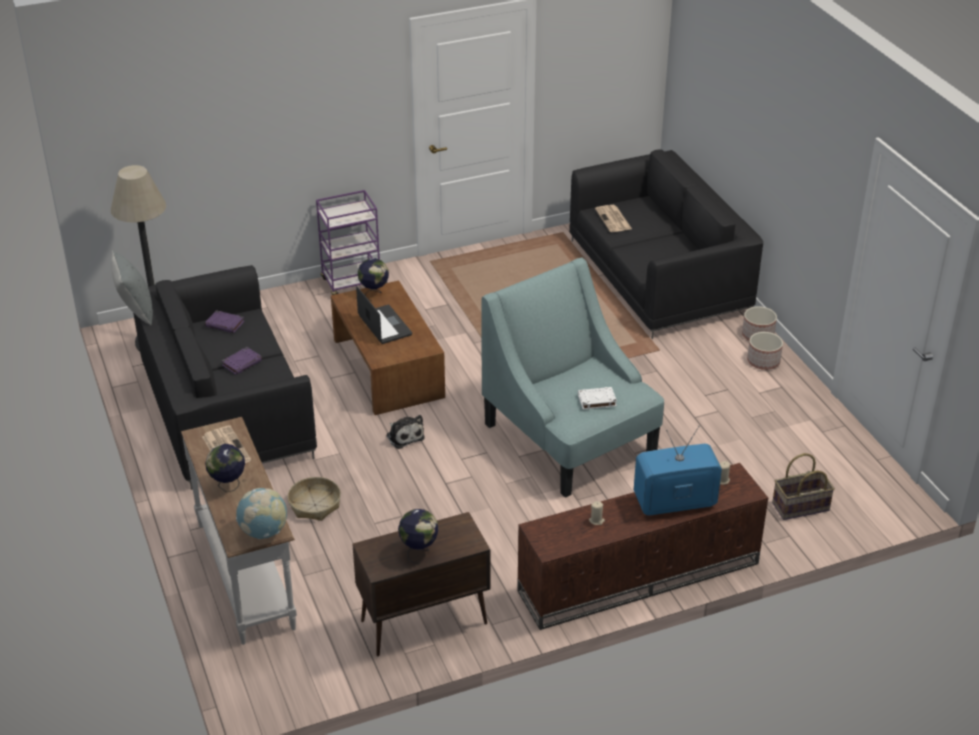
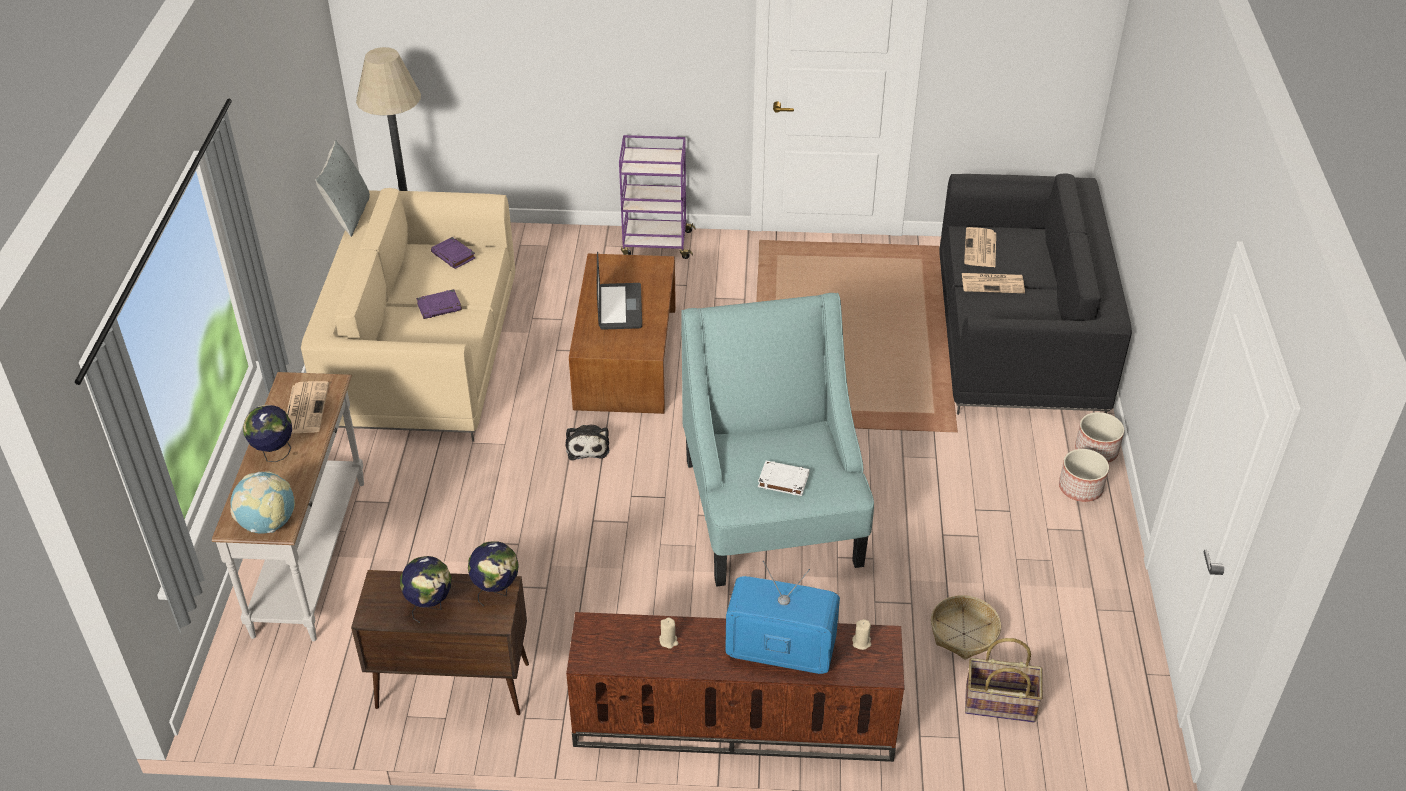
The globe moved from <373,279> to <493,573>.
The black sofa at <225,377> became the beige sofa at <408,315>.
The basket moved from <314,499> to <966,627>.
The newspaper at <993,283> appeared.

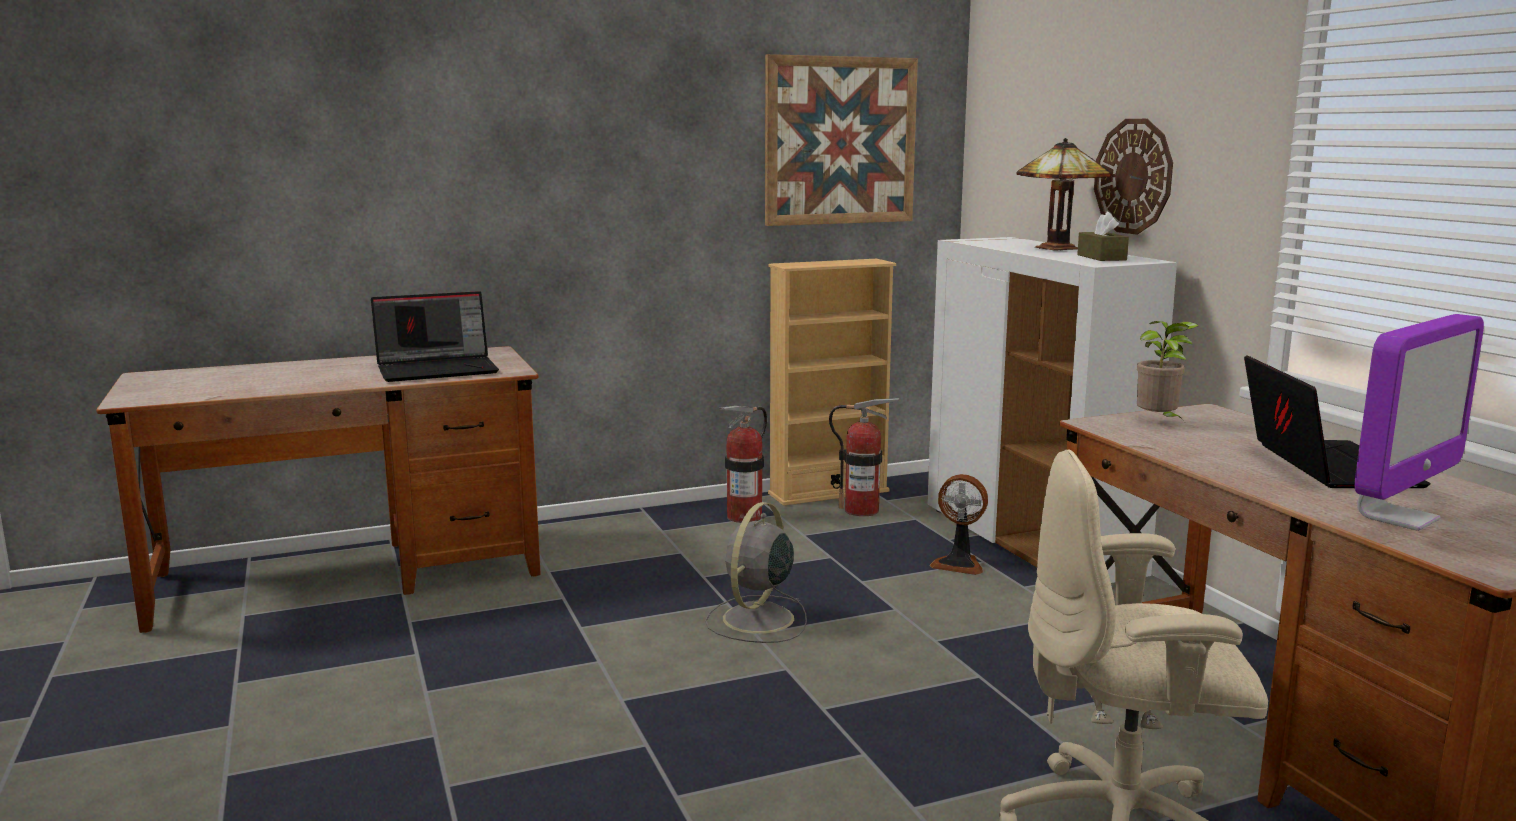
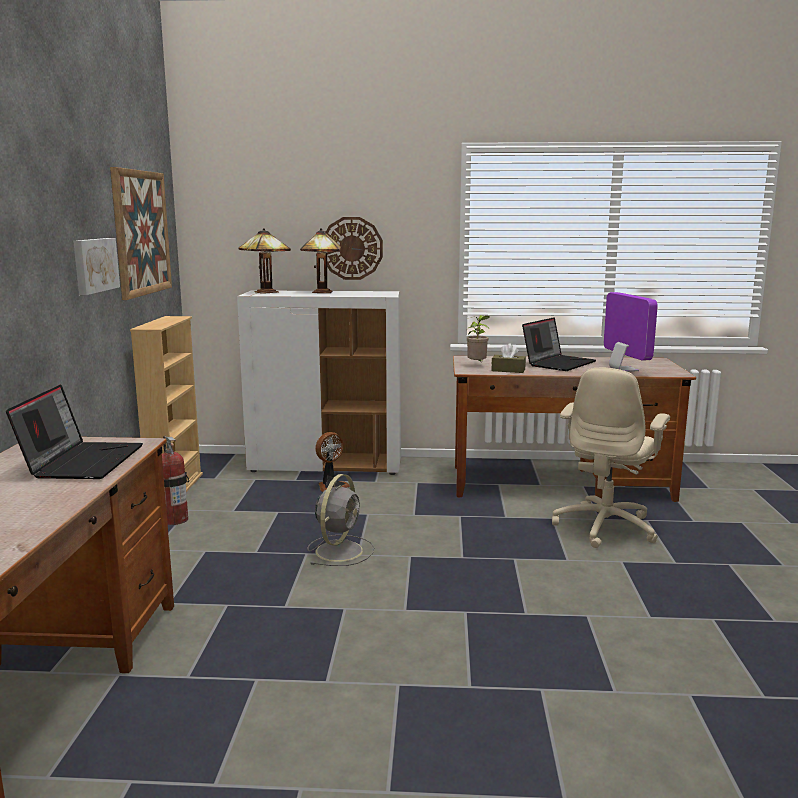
The brown tissue box moved from <1103,236> to <509,358>.
The laptop at <1337,421> turned 105 degrees clockwise.
The fire extinguisher at <864,457> disappeared.
The grey fan at <756,572> turned 120 degrees counterclockwise.
The table lamp at <265,261> appeared.
The picture at <96,266> appeared.

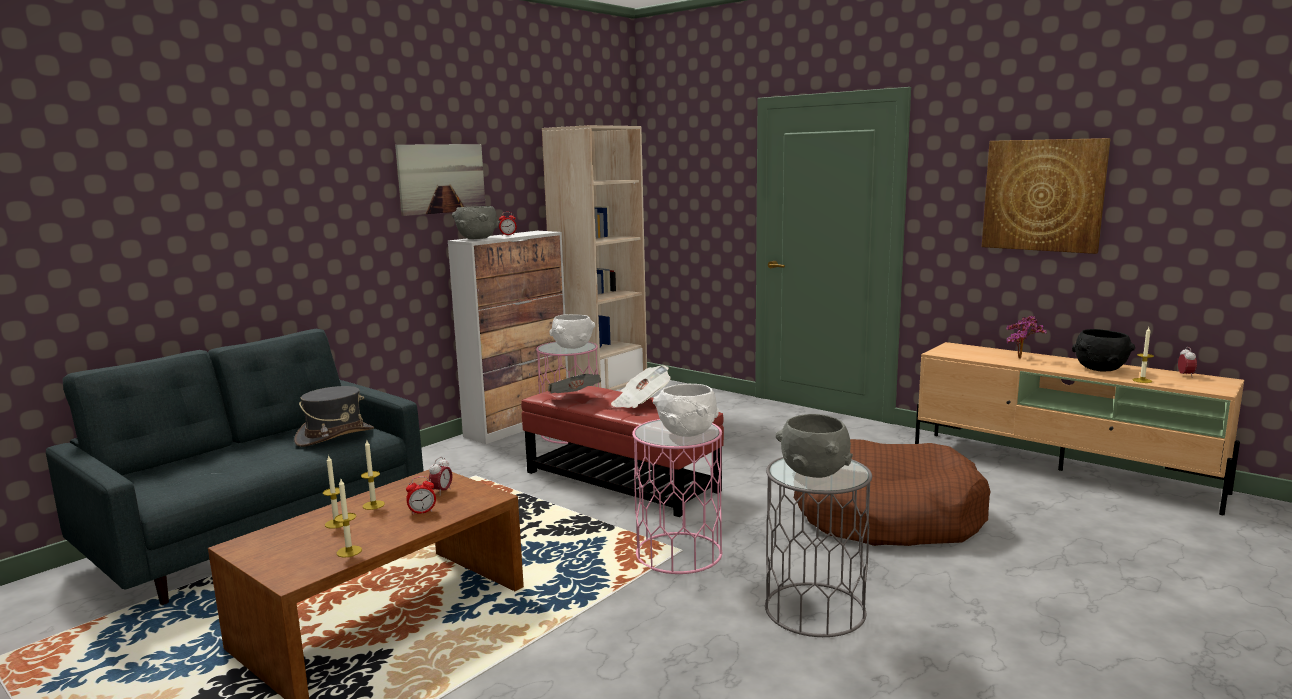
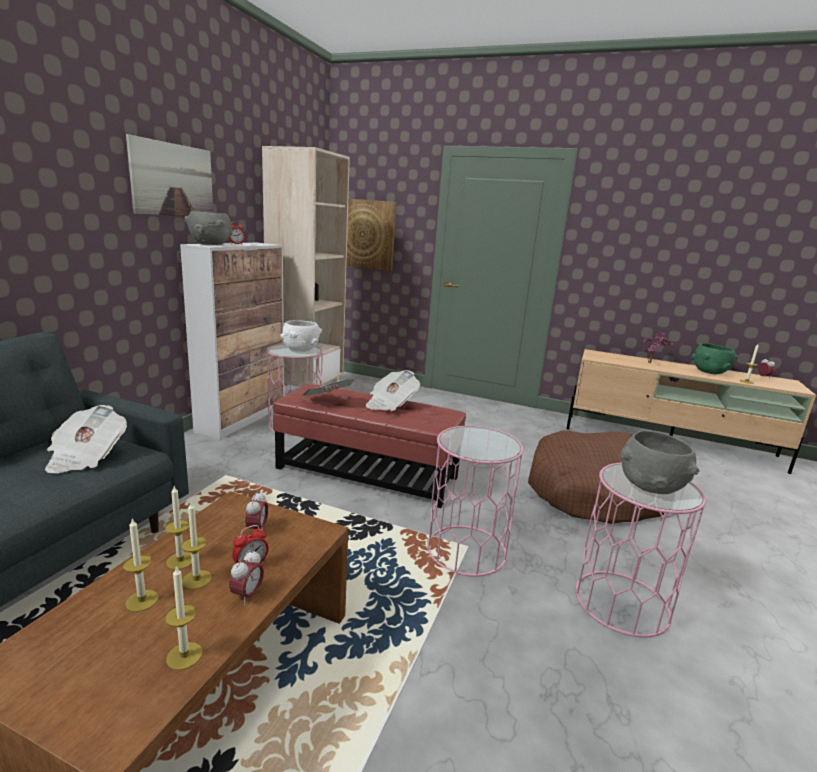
The picture moved from <1046,196> to <371,235>.
The black bowl at <1103,350> became the green bowl at <715,358>.
The white bowl at <686,410> disappeared.
The grey hat at <334,416> was replaced by the newspaper at <86,439>.
The grey side table at <818,547> became the pink side table at <640,550>.
The candle at <196,545> appeared.
The alarm clock at <246,577> appeared.

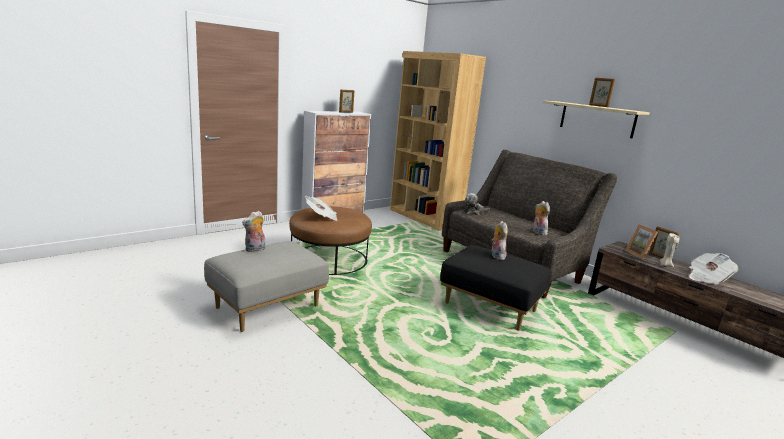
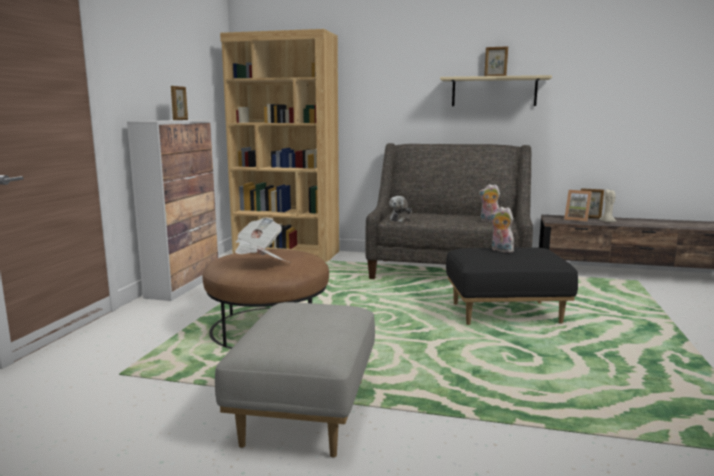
The plush toy at <253,231> disappeared.
The newspaper moved from <714,268> to <258,236>.

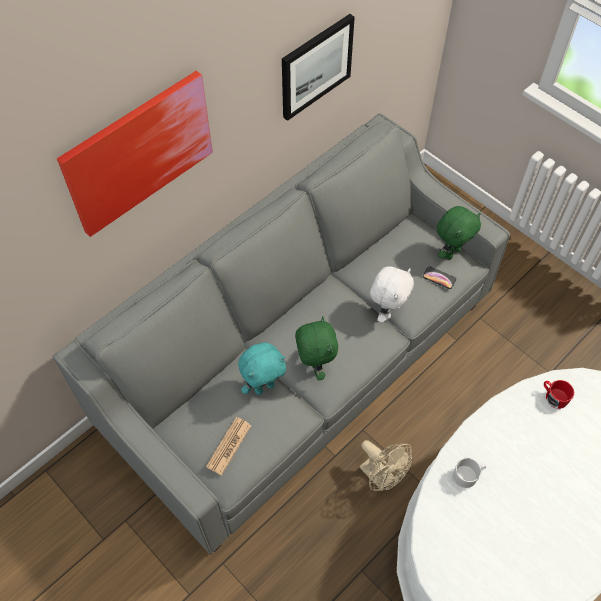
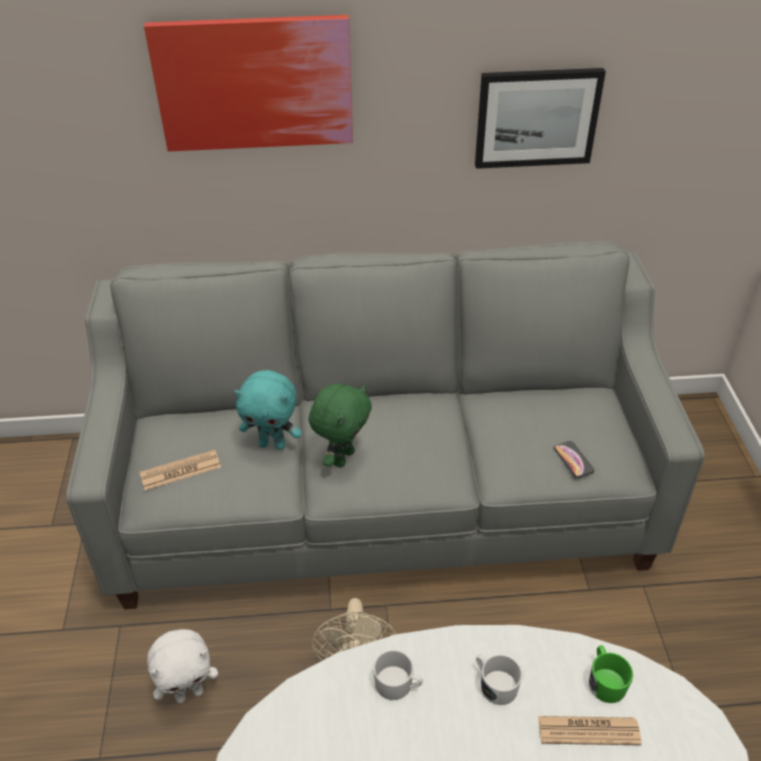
The green plush toy at <459,232> disappeared.
The white plush toy moved from <392,294> to <182,666>.
The red mug at <559,394> became the green mug at <611,674>.
The white mug at <499,679> appeared.
The newspaper at <590,730> appeared.

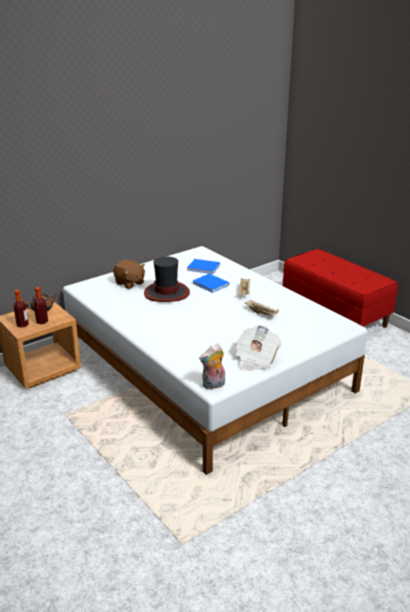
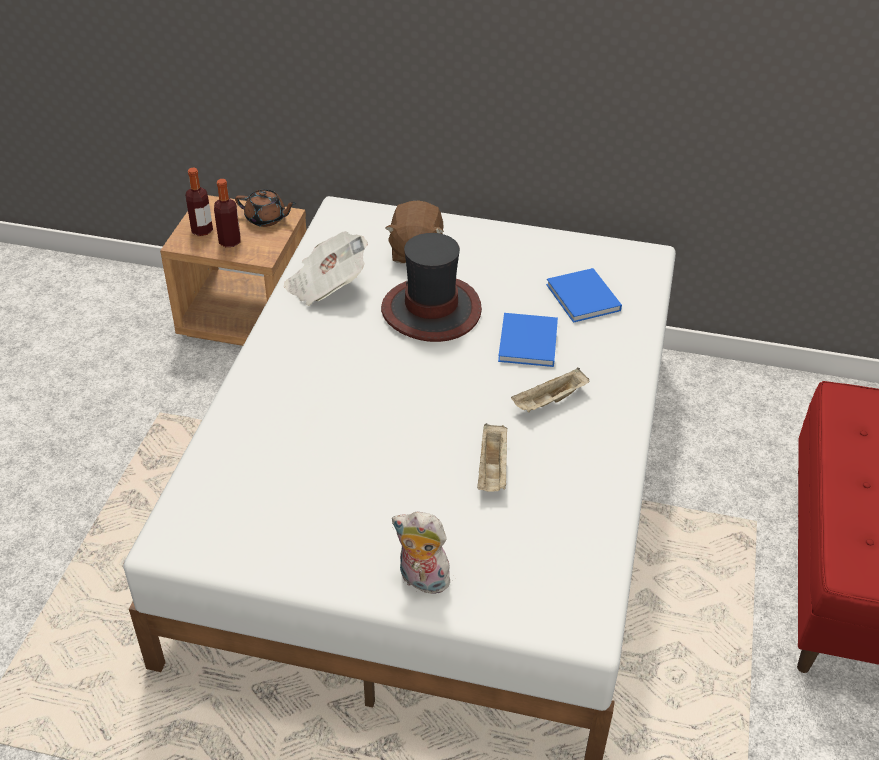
The newspaper moved from <258,348> to <326,268>.
The plush toy moved from <212,366> to <421,553>.

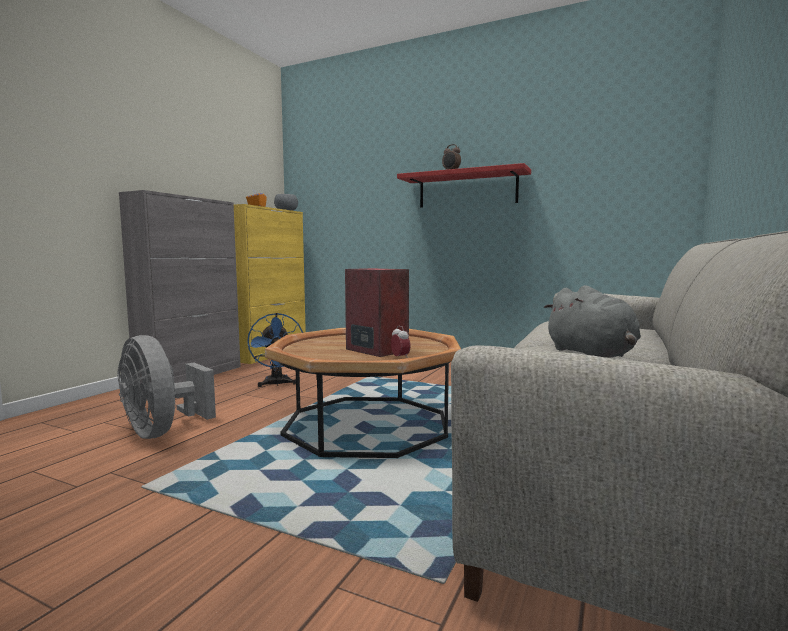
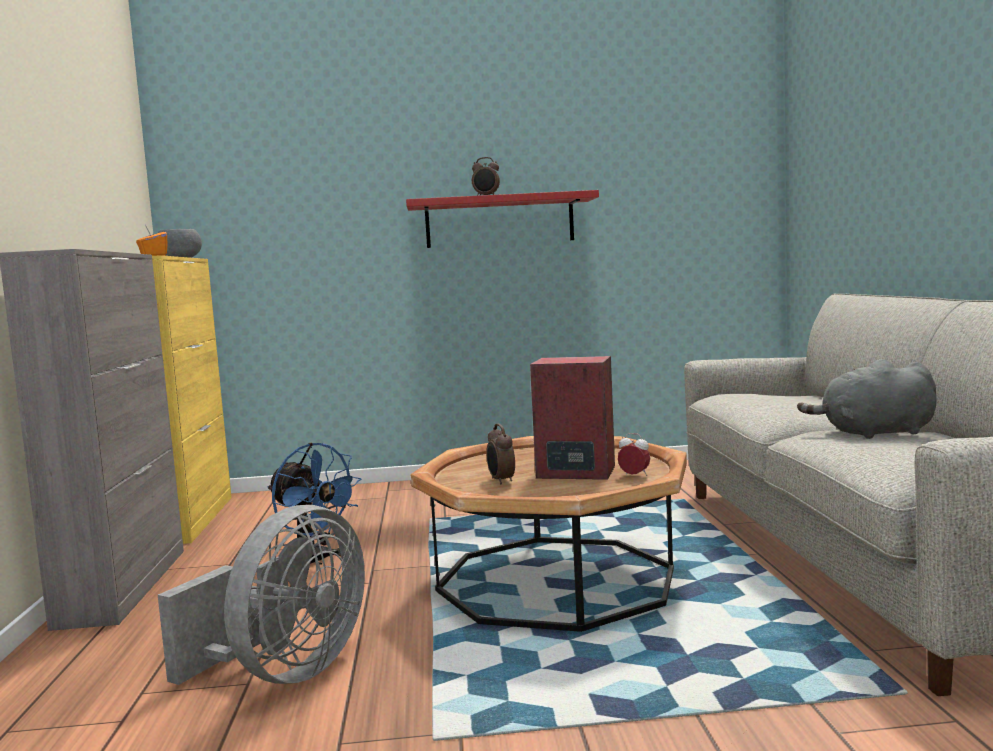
The grey plush toy at <592,321> turned 135 degrees clockwise.
The grey fan at <166,387> turned 75 degrees counterclockwise.
The alarm clock at <501,454> appeared.

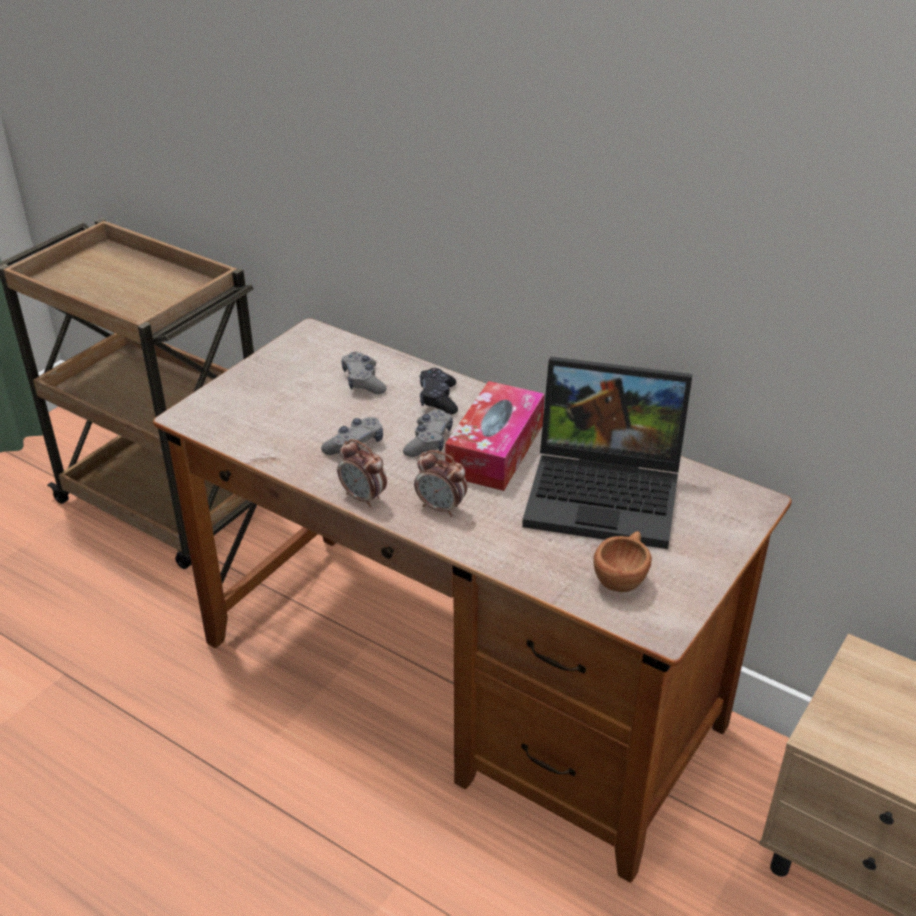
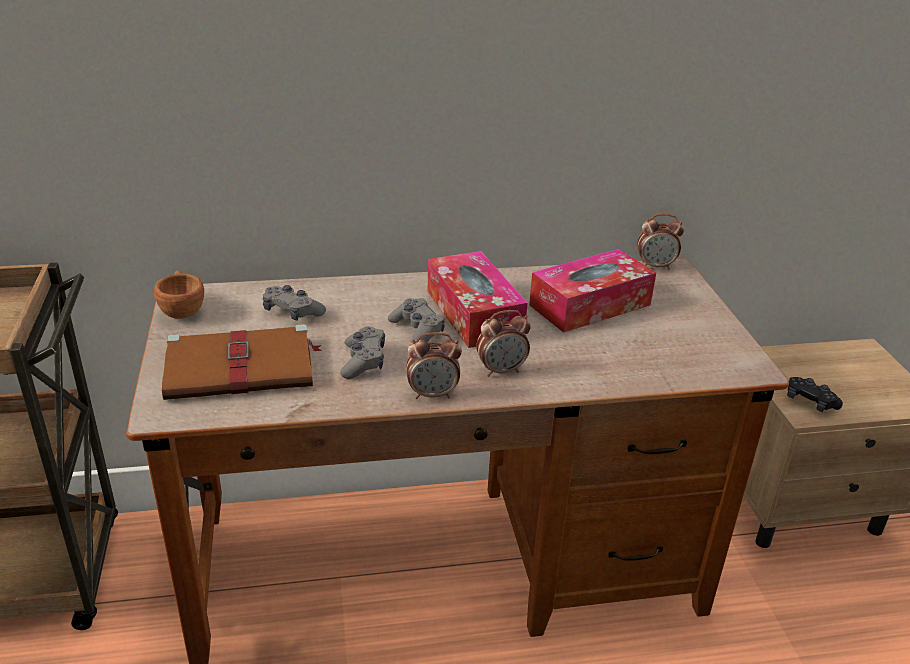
The laptop at <607,453> was replaced by the tissue box at <592,291>.
The black game controller moved from <439,391> to <815,394>.
The brown cup moved from <622,561> to <179,294>.
The alarm clock at <660,242> appeared.
The brown book at <242,362> appeared.

